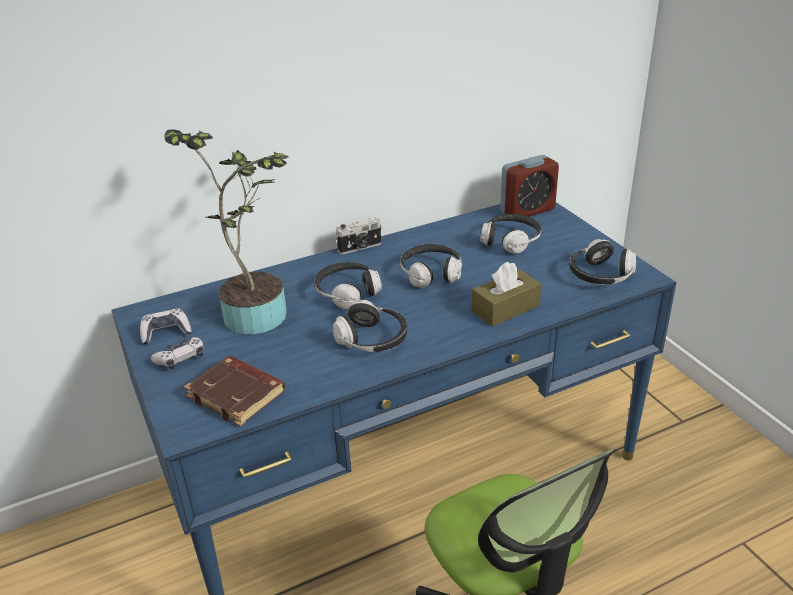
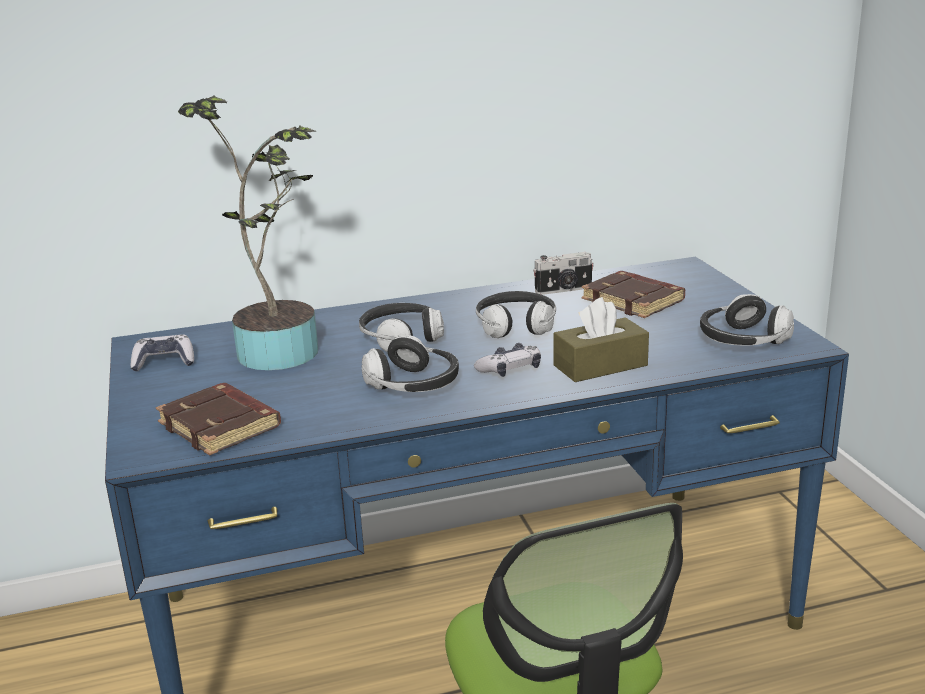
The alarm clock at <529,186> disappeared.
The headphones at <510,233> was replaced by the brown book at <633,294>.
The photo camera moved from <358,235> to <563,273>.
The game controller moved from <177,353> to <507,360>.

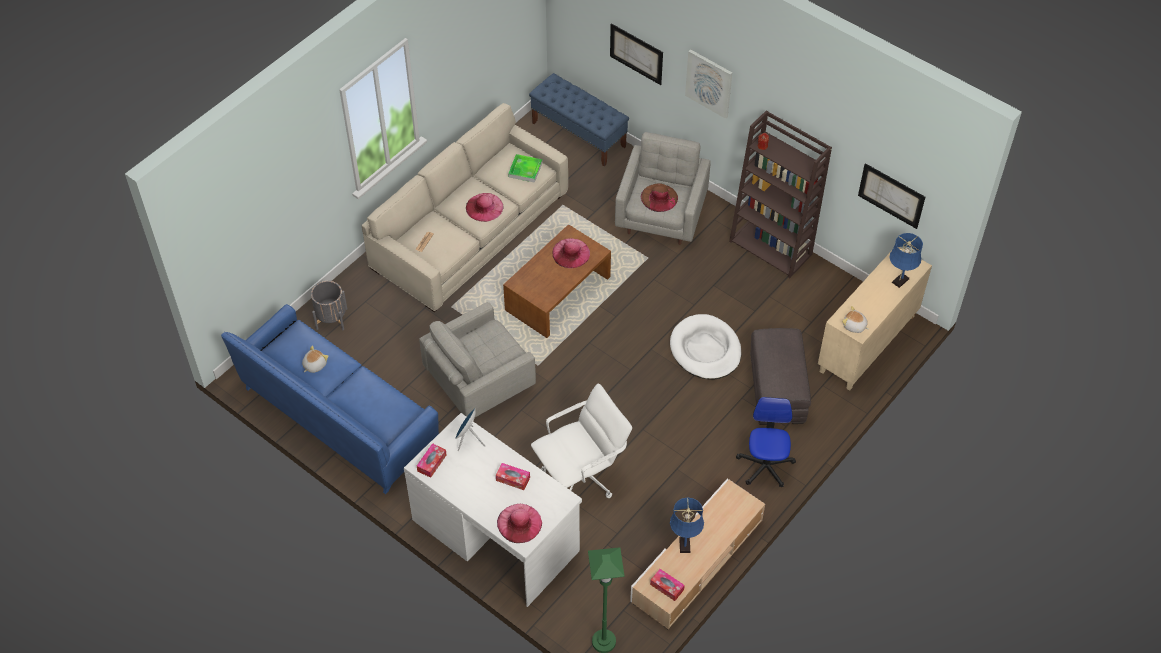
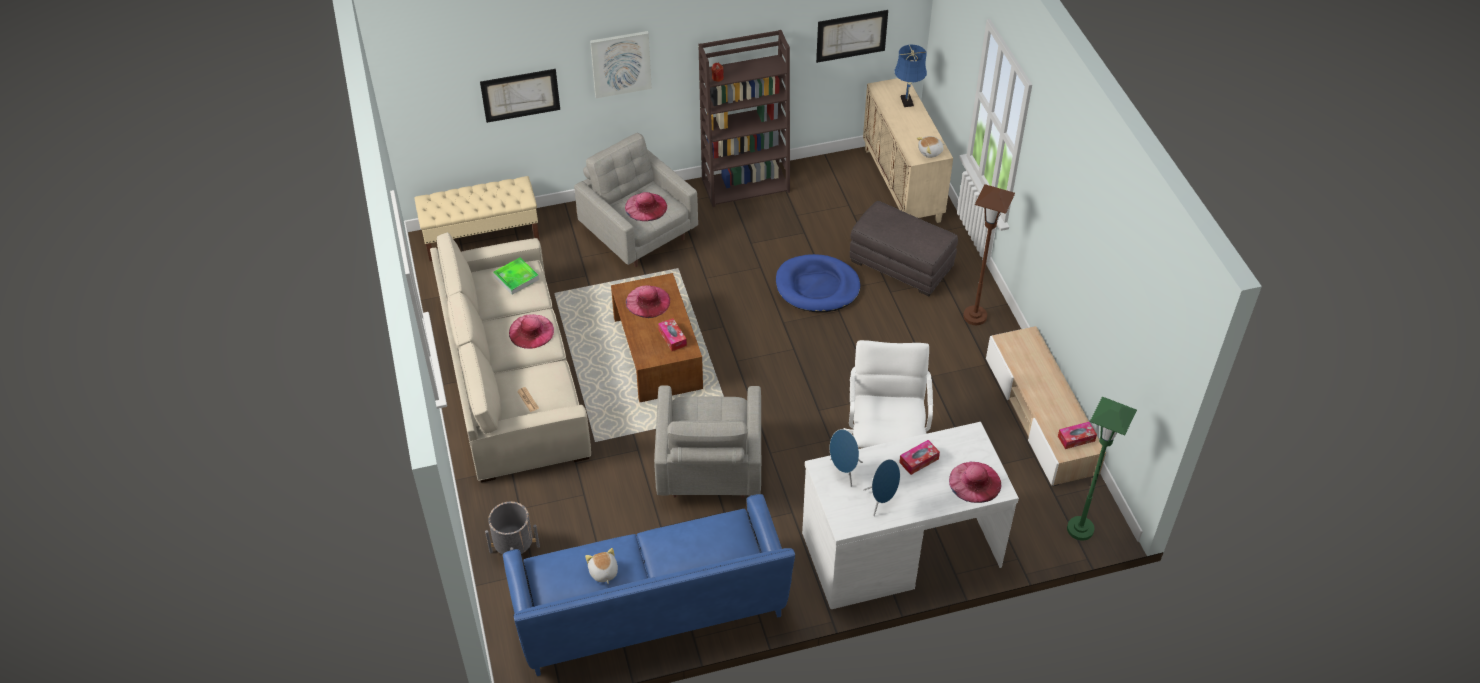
The blue bench at <579,120> became the beige bench at <476,218>.
The brown hat at <659,197> became the pink hat at <646,206>.
The white dog bed at <705,346> became the blue dog bed at <818,283>.
The office chair at <766,442> was replaced by the brown floor lamp at <989,254>.
The tissue box moved from <432,460> to <672,334>.
The blue table lamp at <687,525> disappeared.
The blue speaker at <881,487> appeared.

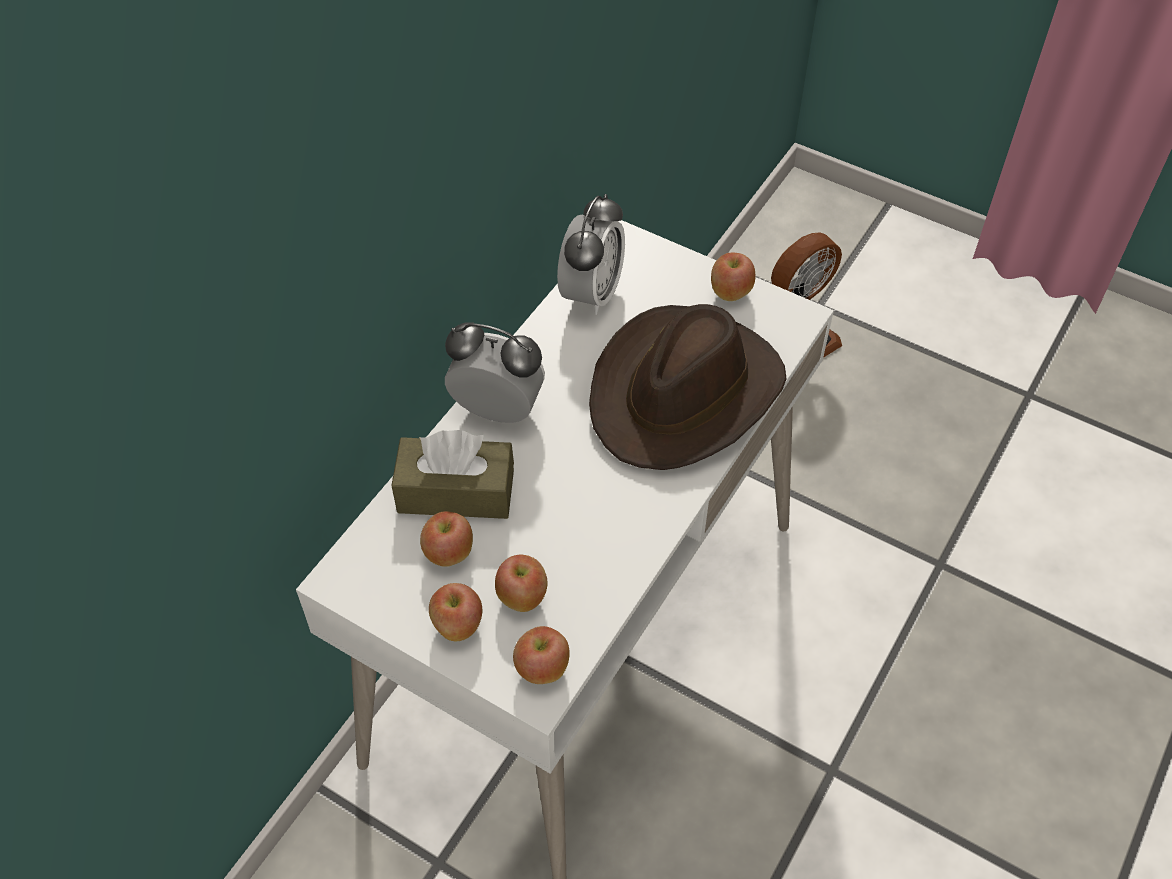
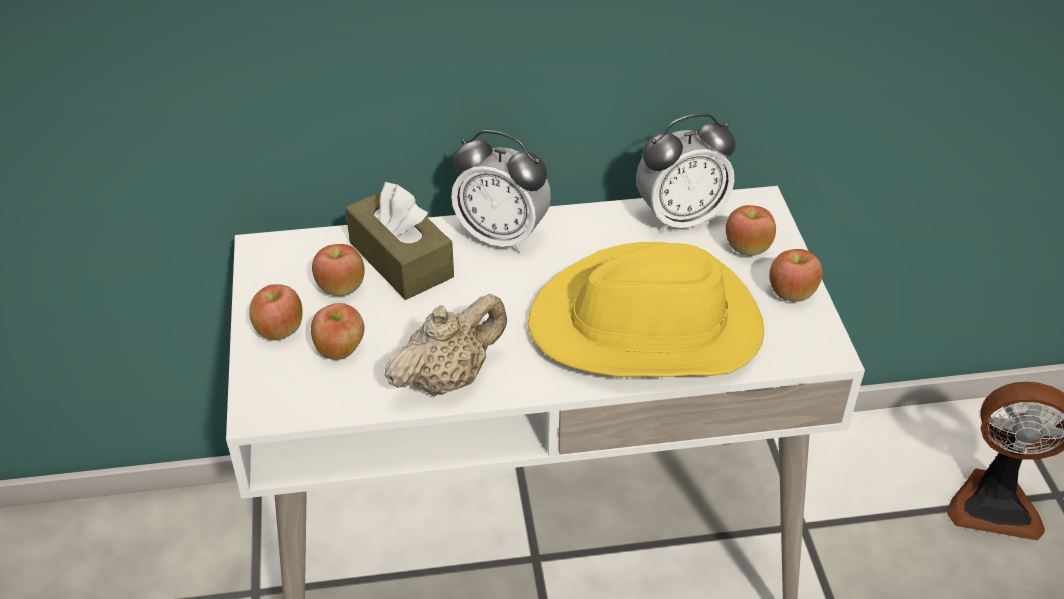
The brown hat at <687,387> became the yellow hat at <645,309>.
The alarm clock at <495,372> turned 135 degrees clockwise.
The apple moved from <541,655> to <751,230>.
The beige teapot at <446,345> appeared.

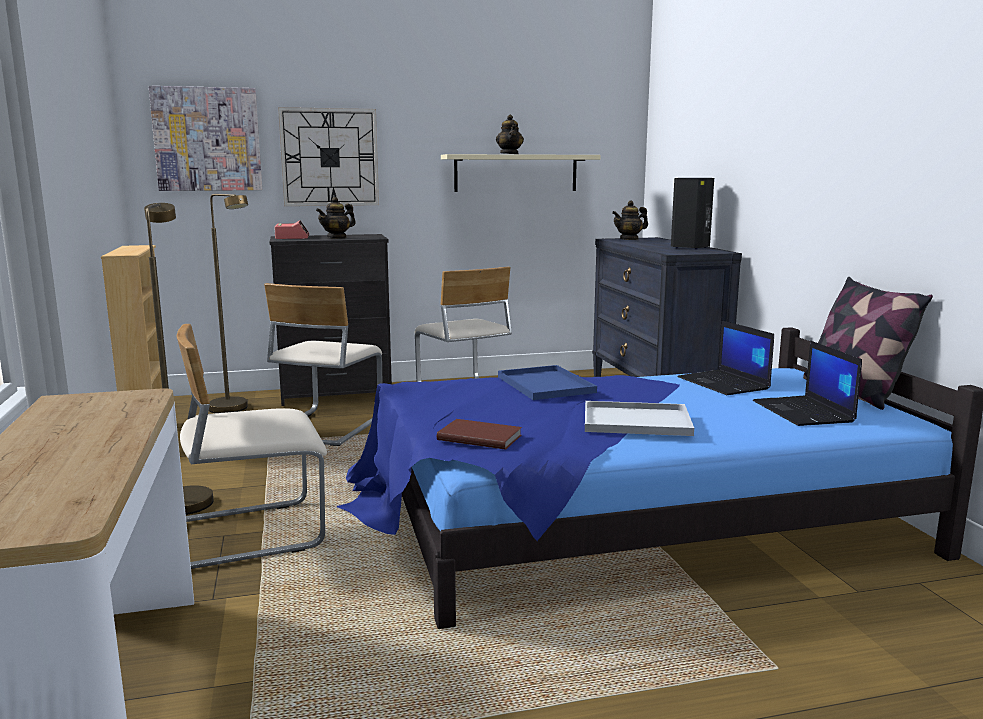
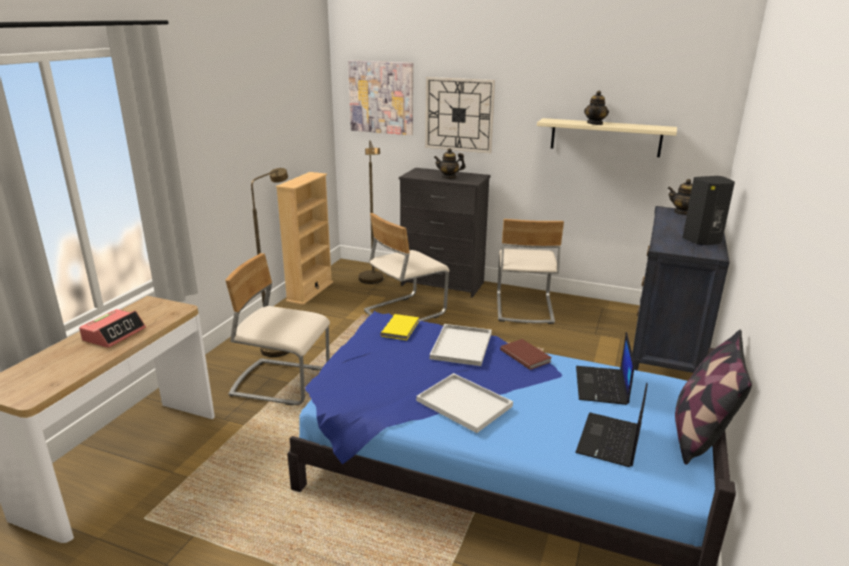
The alarm clock moved from <291,229> to <112,328>.
The blue tray at <547,382> became the white tray at <461,345>.
The brown book moved from <479,434> to <526,354>.
The yellow book at <399,327> appeared.

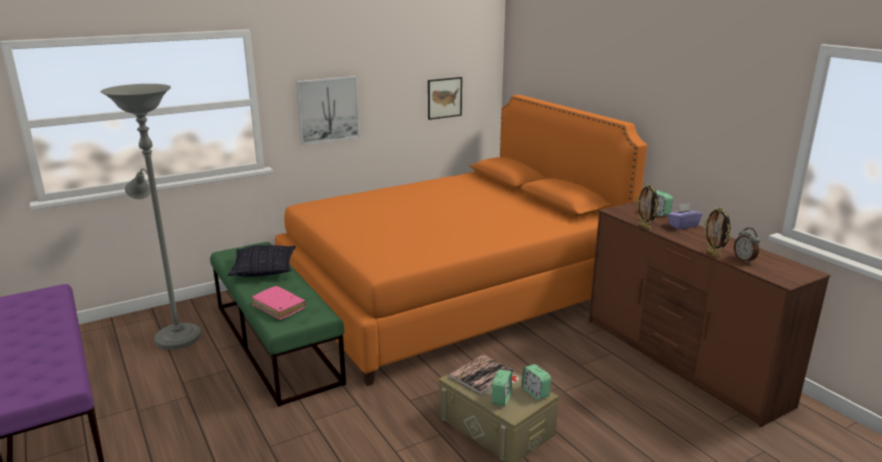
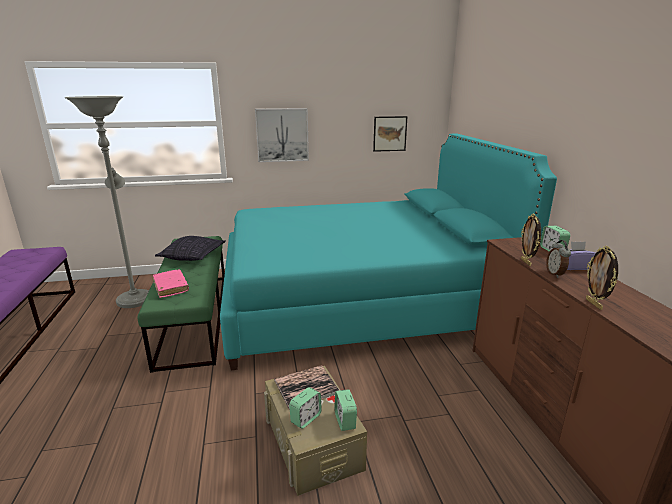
The orange bed at <461,240> became the turquoise bed at <388,251>.
The alarm clock moved from <747,245> to <558,259>.

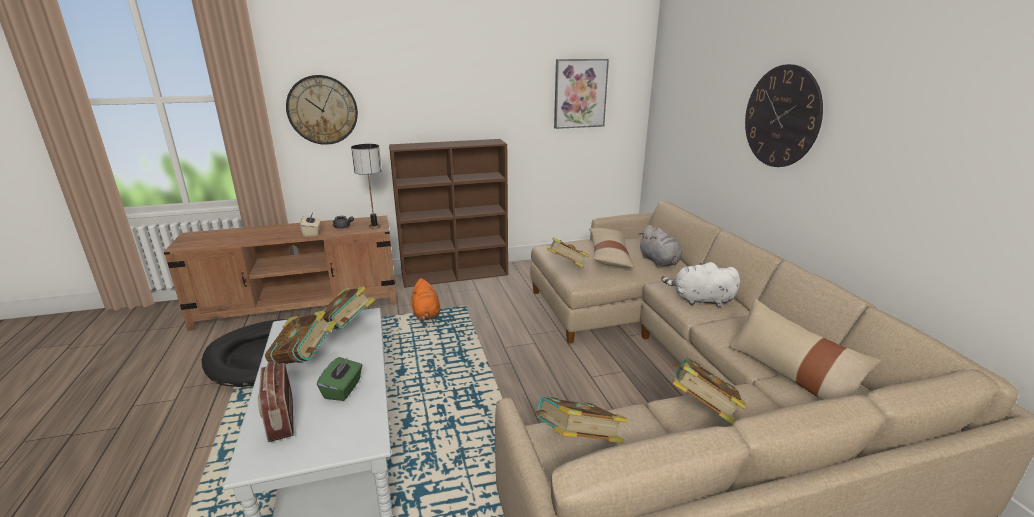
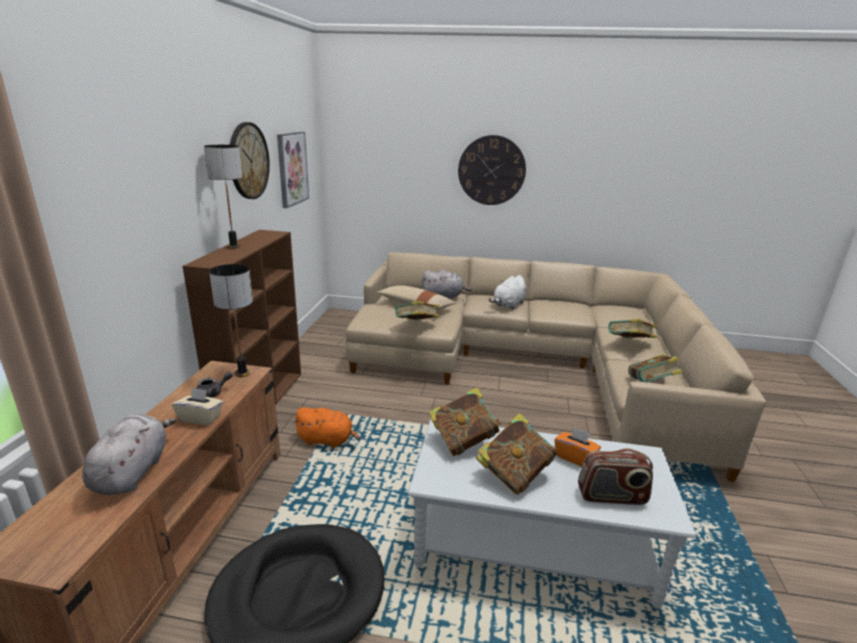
The wall clock moved from <322,110> to <250,160>.
The beige pillow at <804,349> disappeared.
The green tissue box at <340,379> became the orange tissue box at <578,447>.
The table lamp at <223,197> appeared.
The grey plush toy at <129,454> appeared.

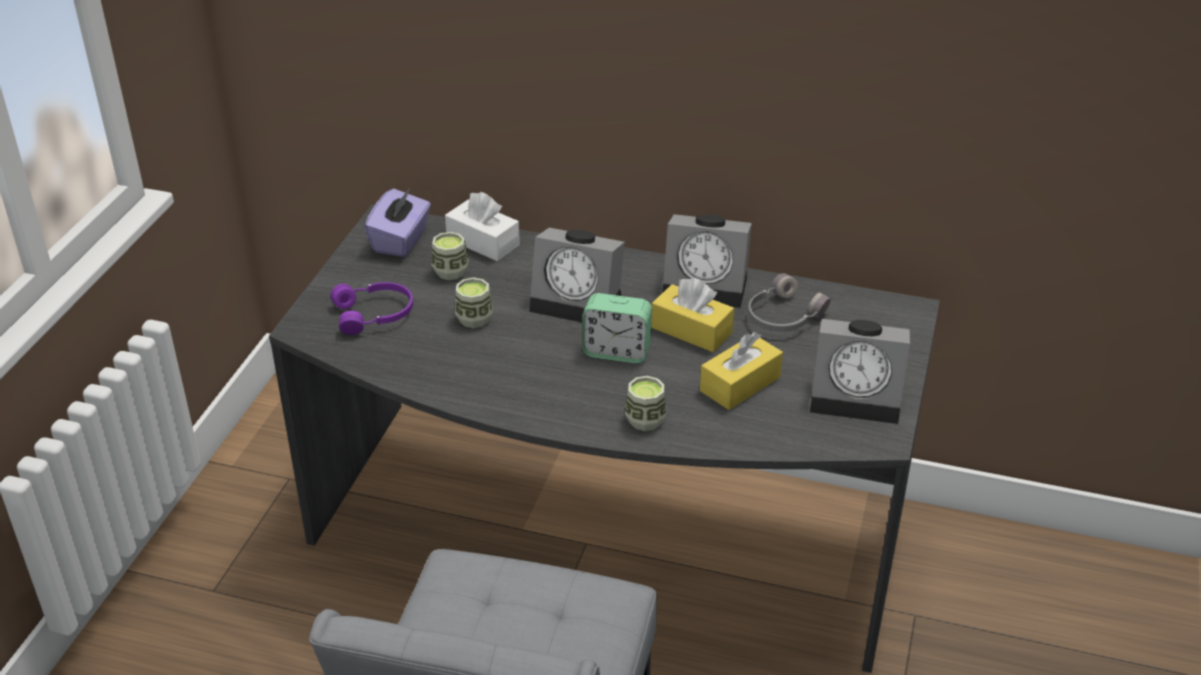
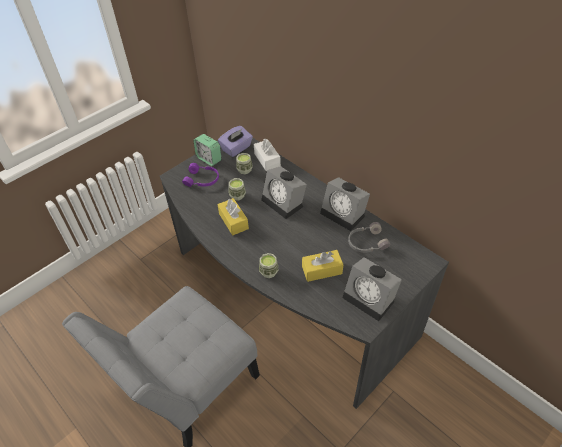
The yellow tissue box moved from <693,315> to <233,216>.
The alarm clock moved from <617,328> to <207,150>.

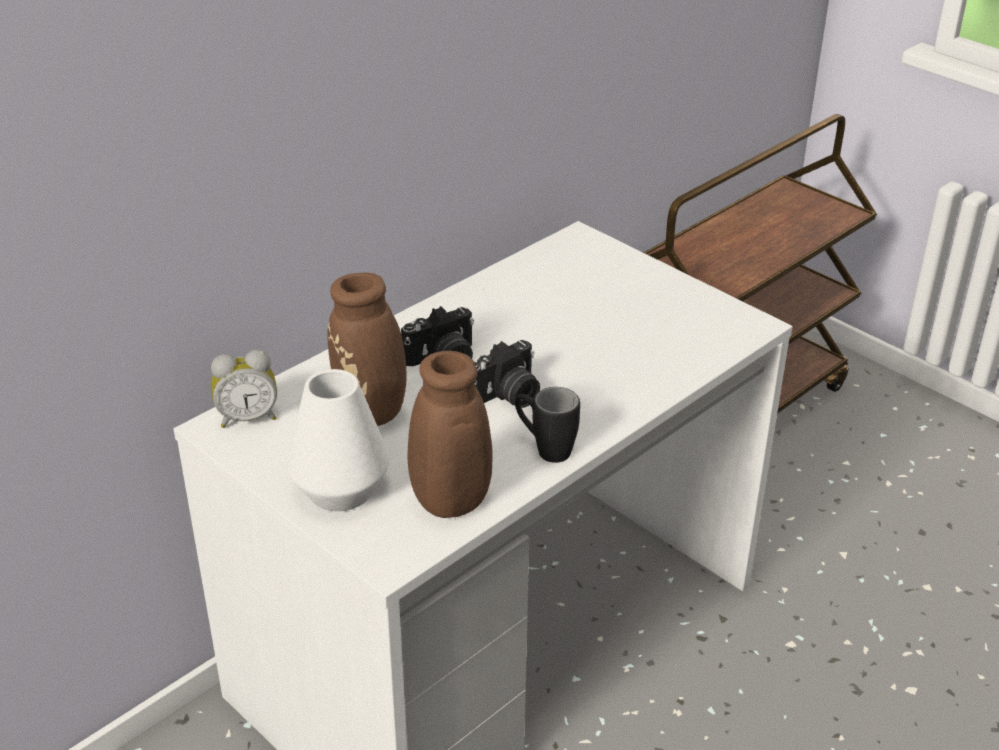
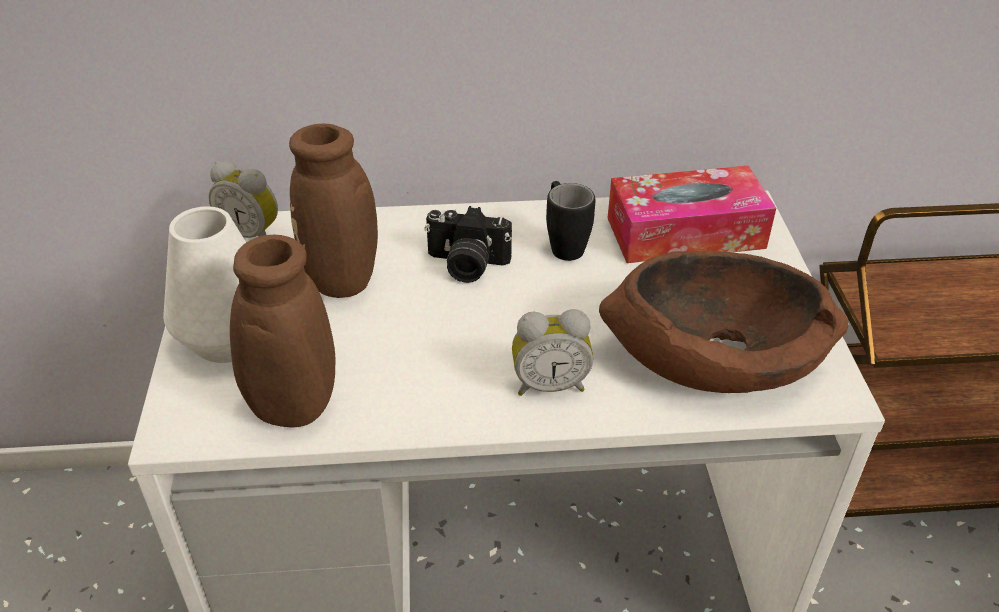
The photo camera at <506,374> disappeared.
The black mug moved from <547,425> to <570,221>.
The tissue box at <692,214> appeared.
The brown bowl at <723,321> appeared.
The alarm clock at <552,352> appeared.

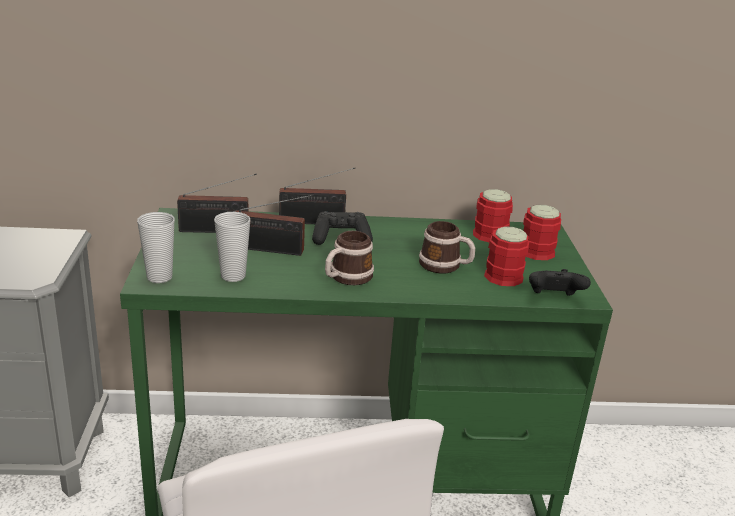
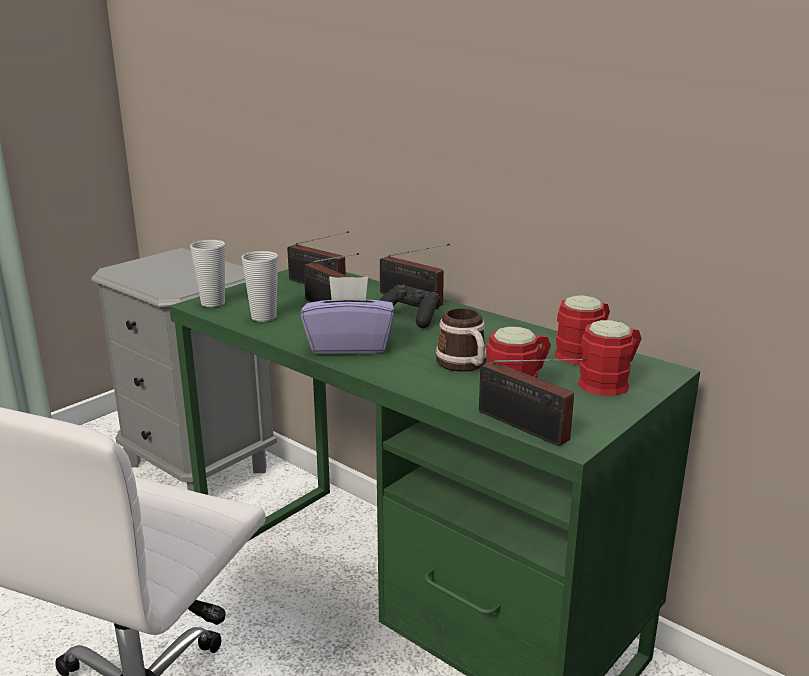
The mug at <349,258> was replaced by the purple tissue box at <348,315>.
The black game controller at <560,282> was replaced by the radio at <533,402>.

